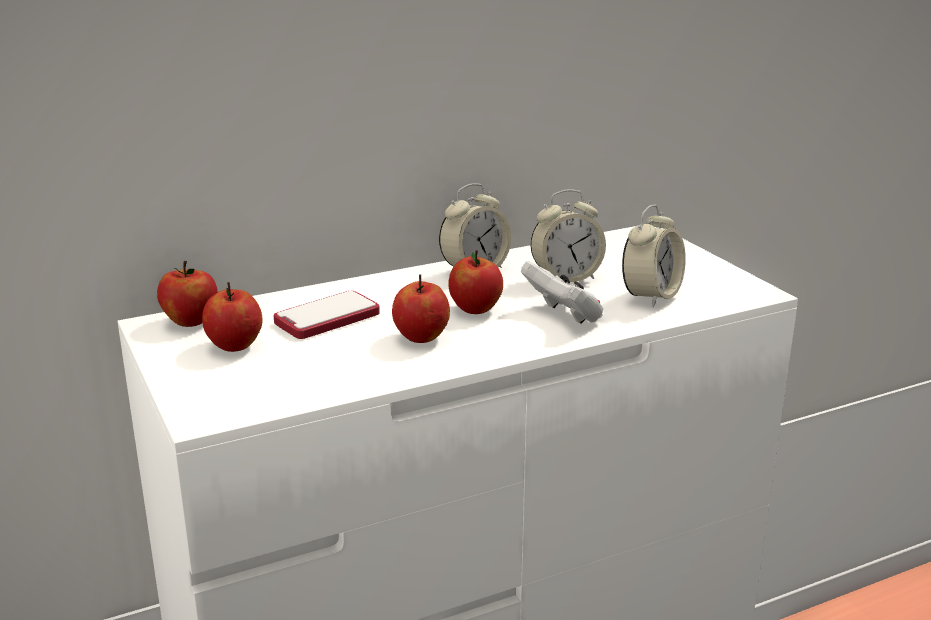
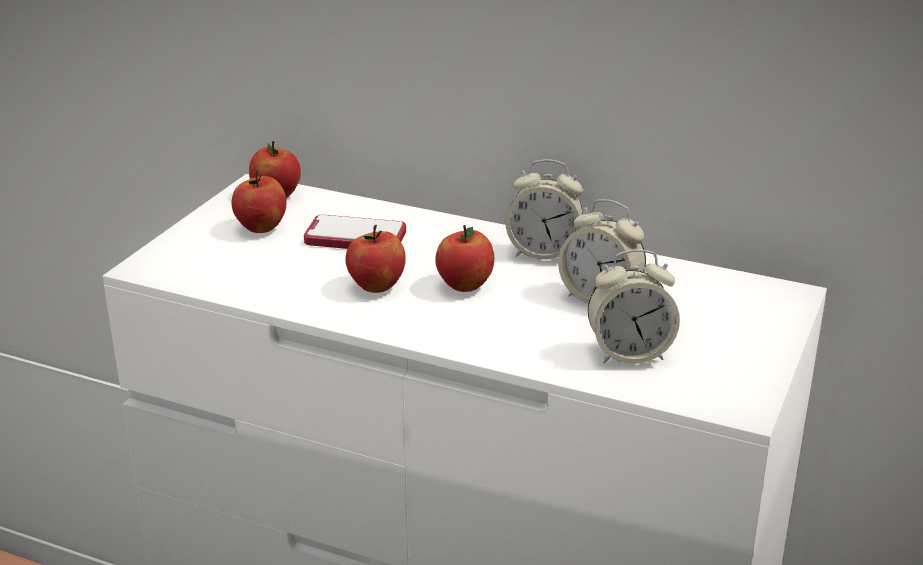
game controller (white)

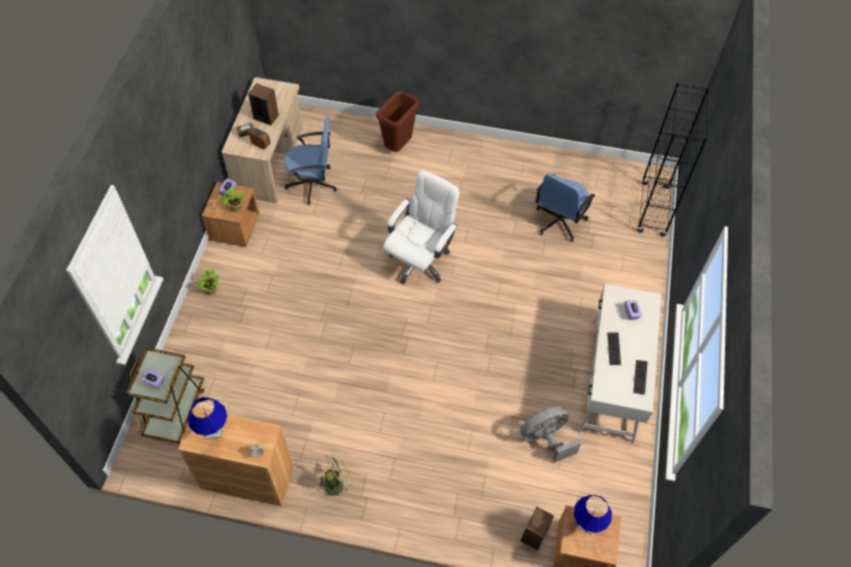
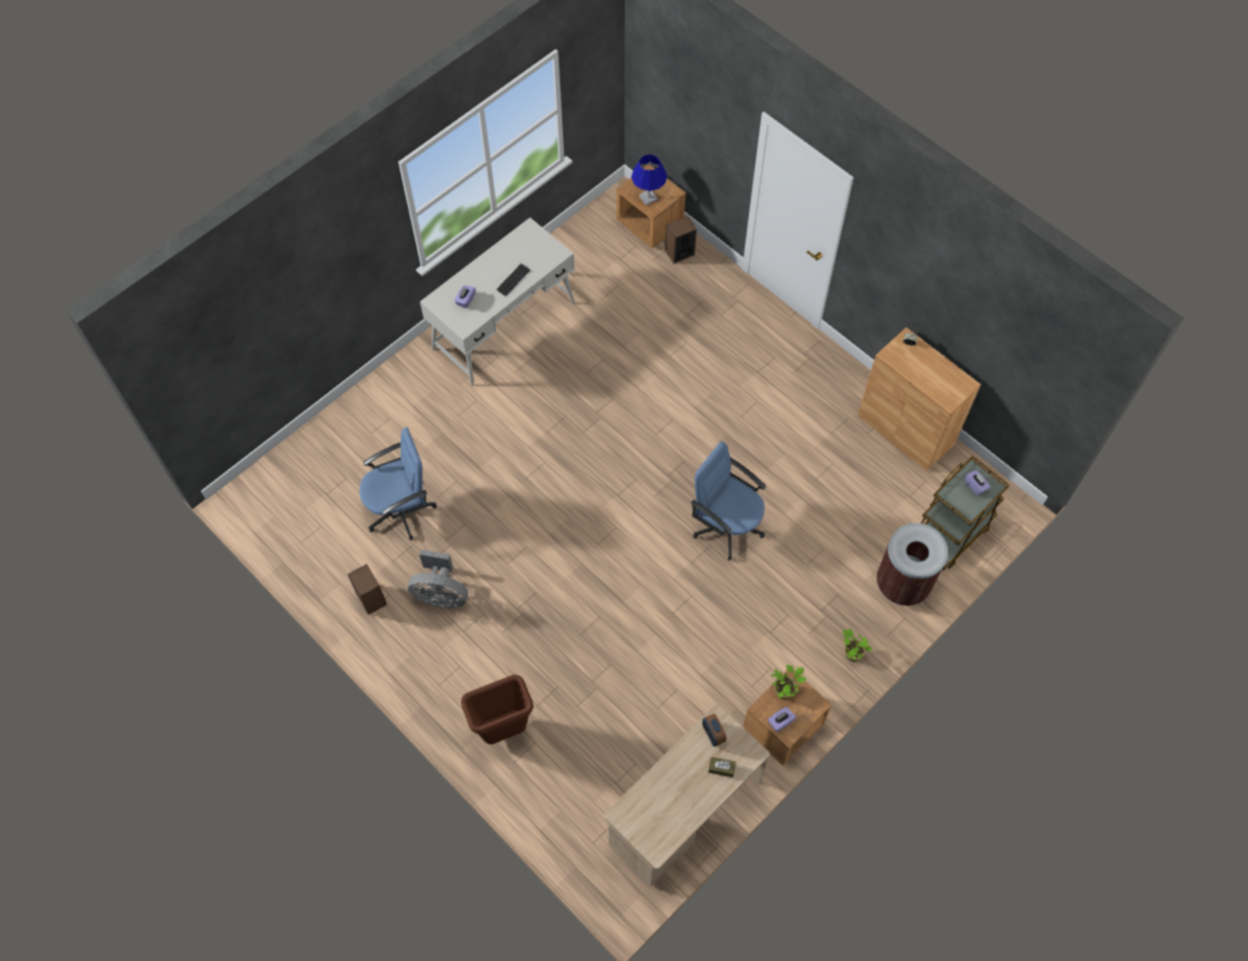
table lamp (blue) (1st from left in the first image)
fan (green)
office chair (white)
keyboard (2nd from left in the first image)
bookcase (black)
trash can (brown) (2nd from left)
speaker (1st from left)
office chair (blue) (2nd from left)
fan (grey)

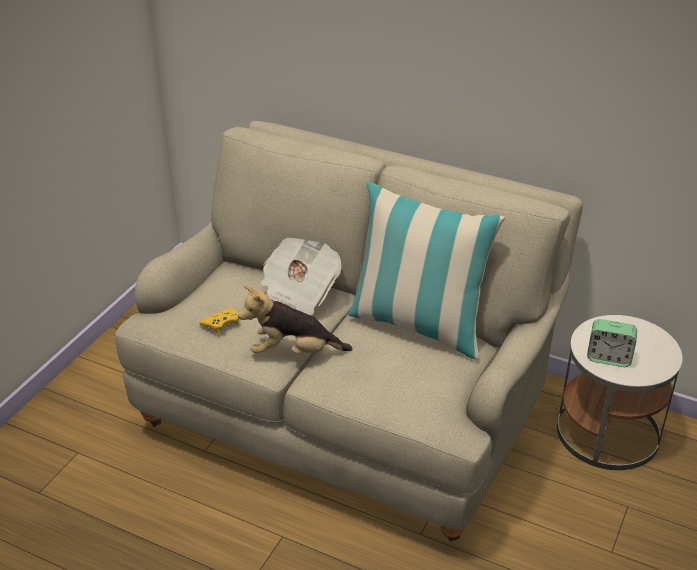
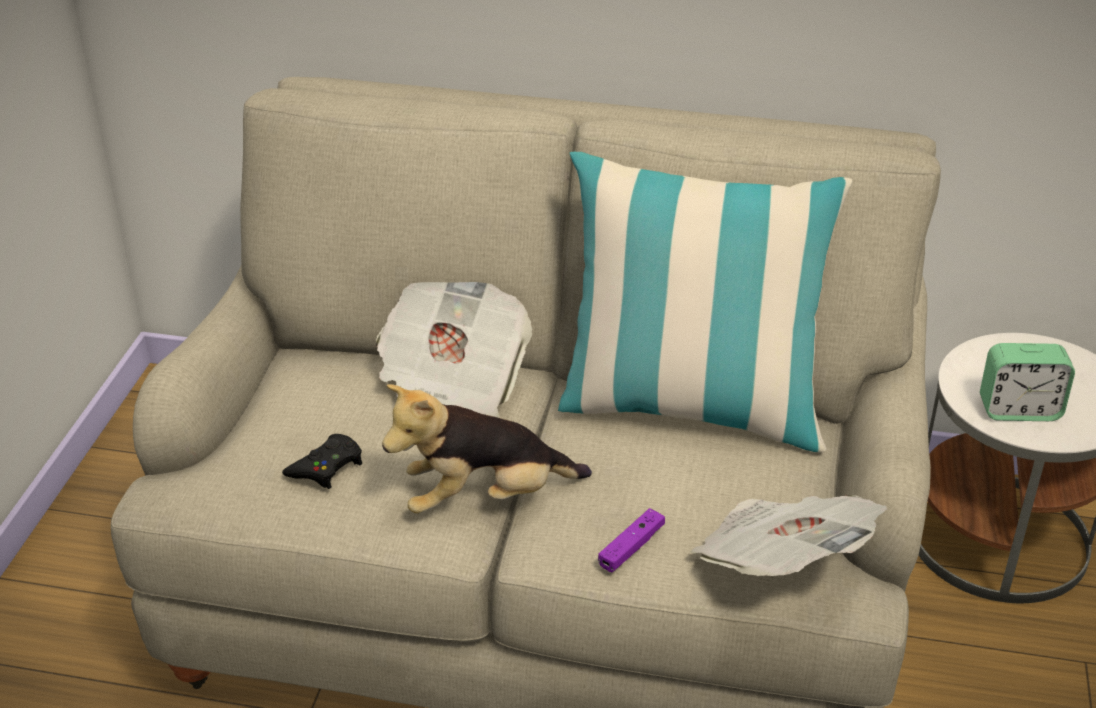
game controller (purple)
newspaper (2nd from left)
game controller (black)

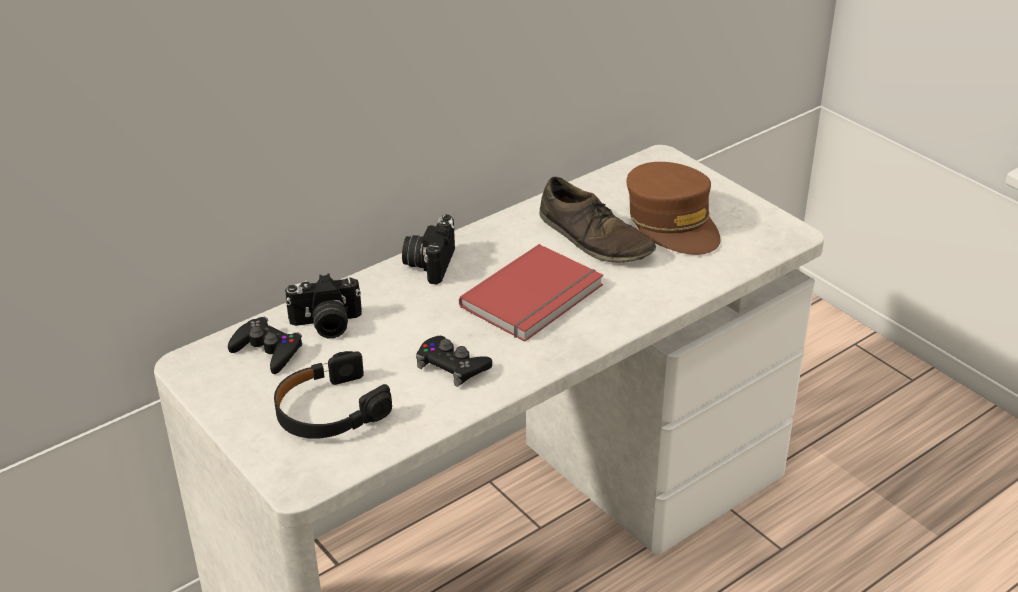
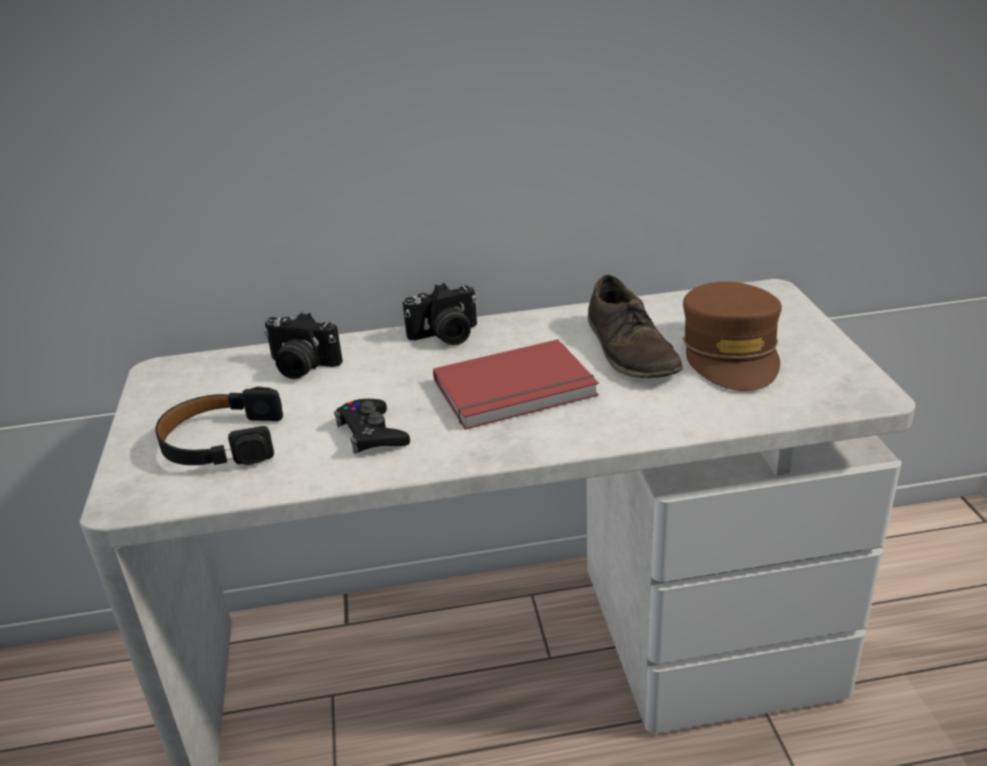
game controller (black) (1st from left in the first image)
photo camera (2nd from left)

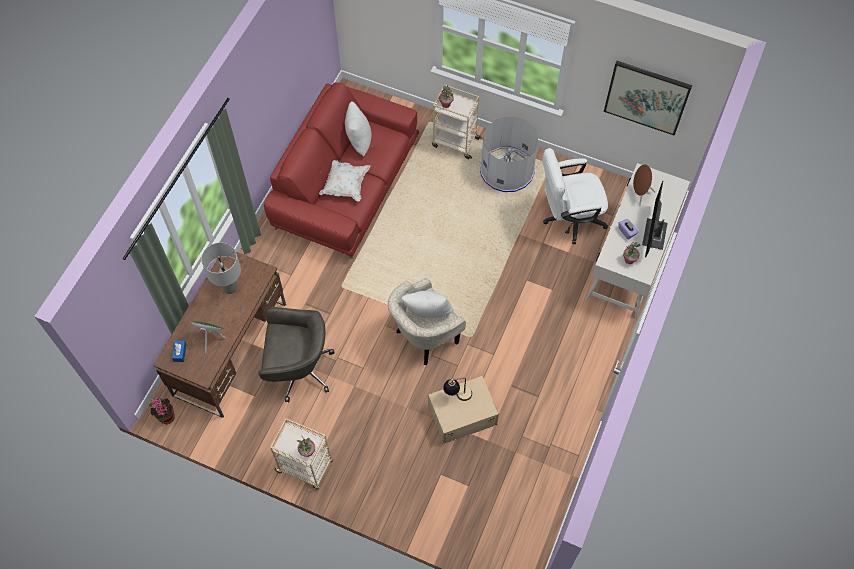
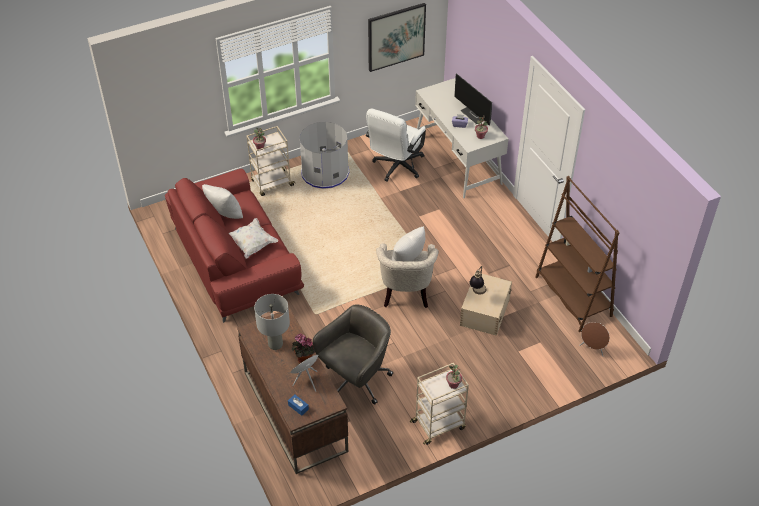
bookcase (brown)
potted plant (2nd from left)
speaker (brown)

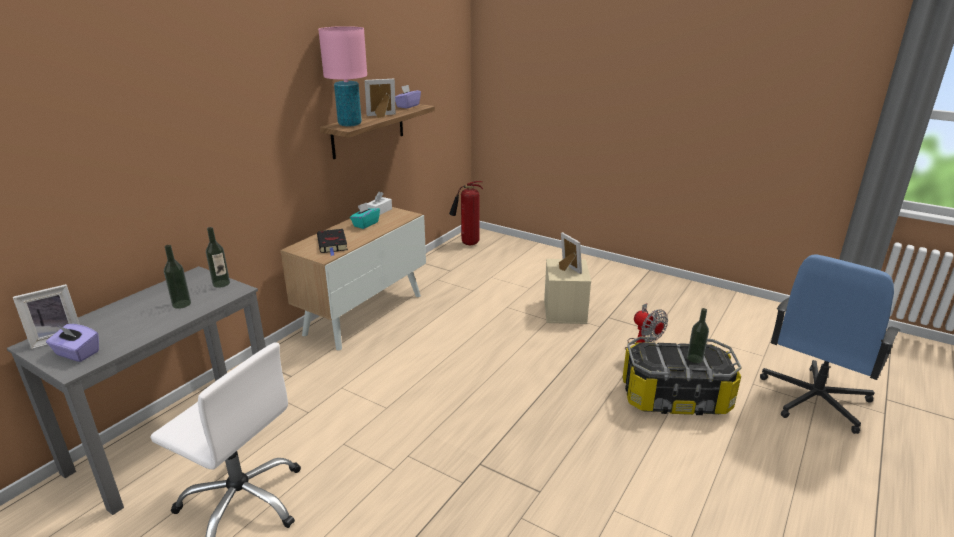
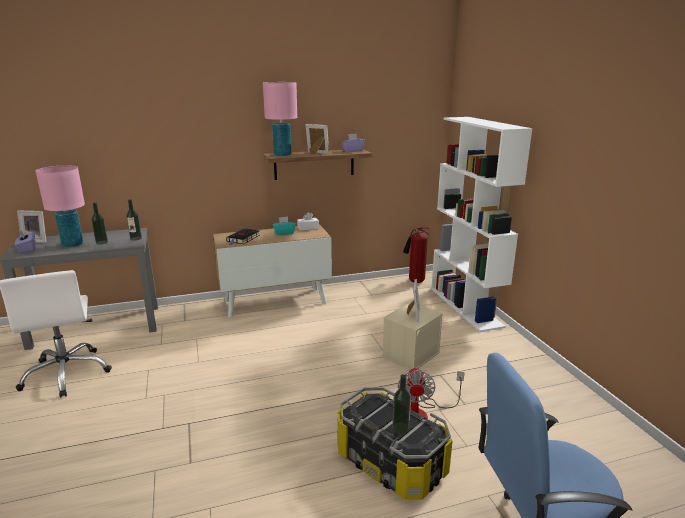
table lamp (pink) (1st from left)
bookcase (white)

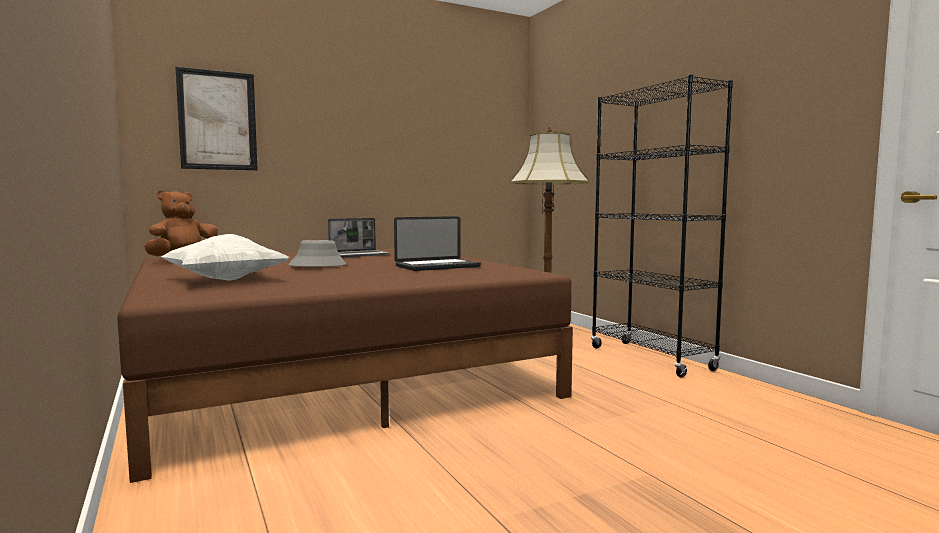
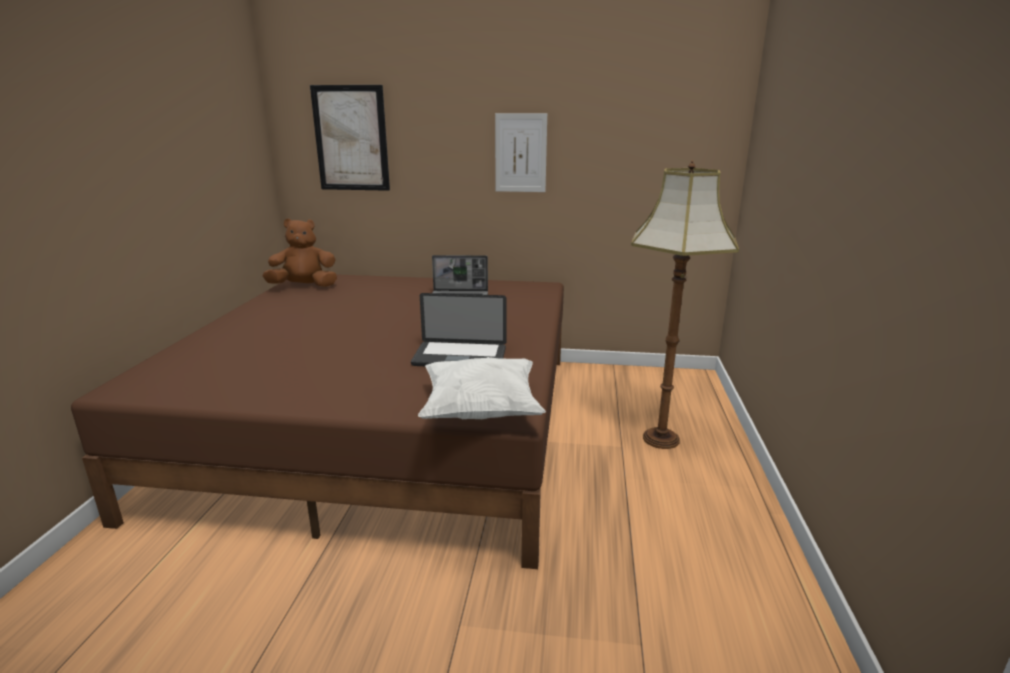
hat (grey)
bookcase (black)
picture (2nd from left)
pillow (white)

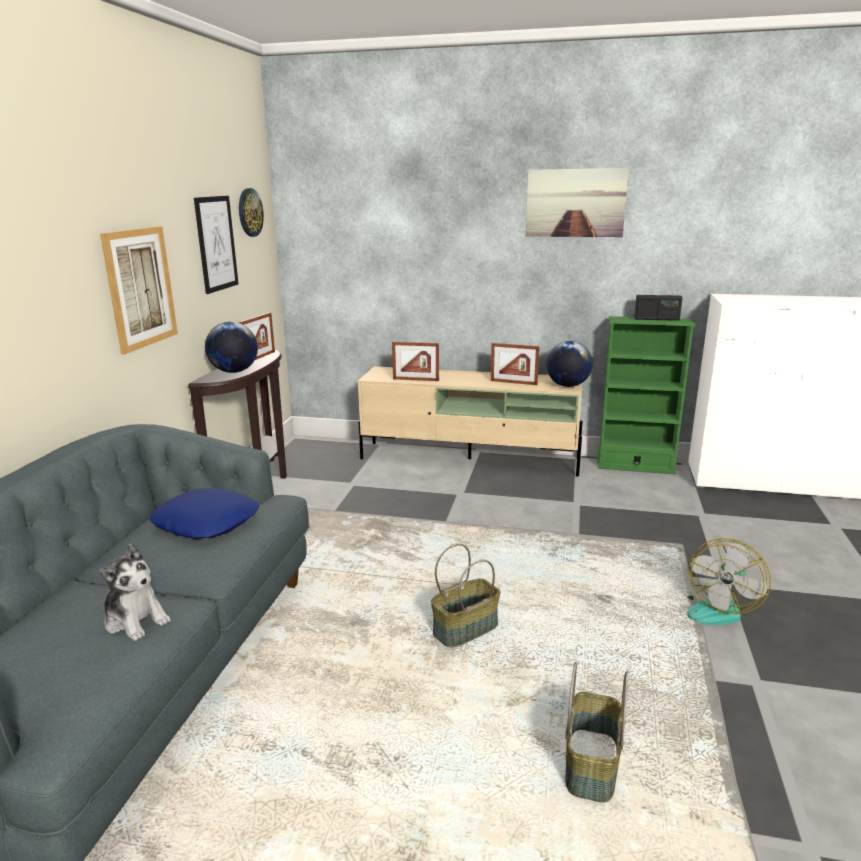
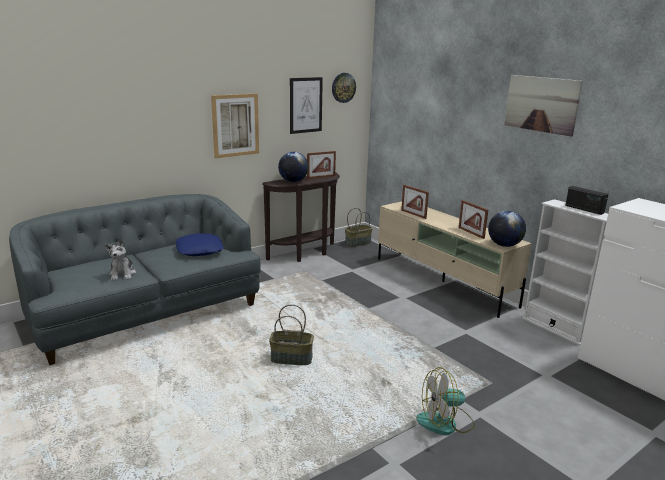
basket (2nd from left)
bookcase (white)

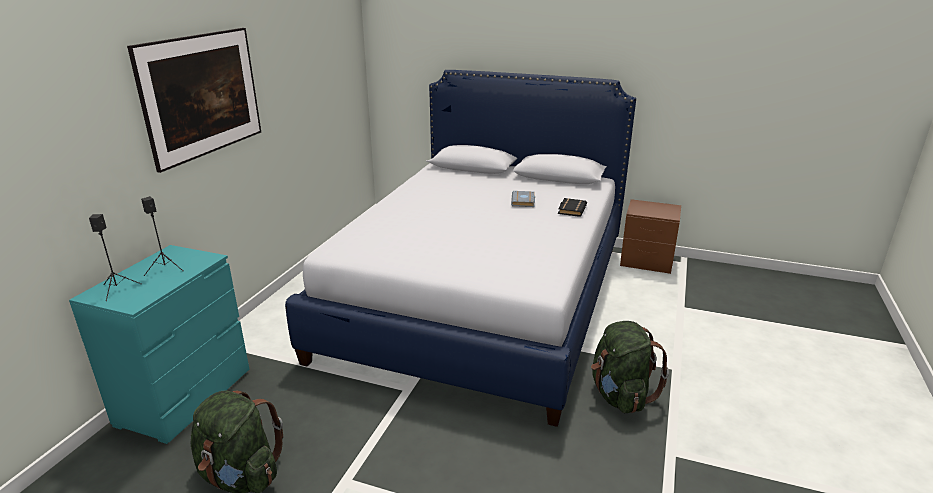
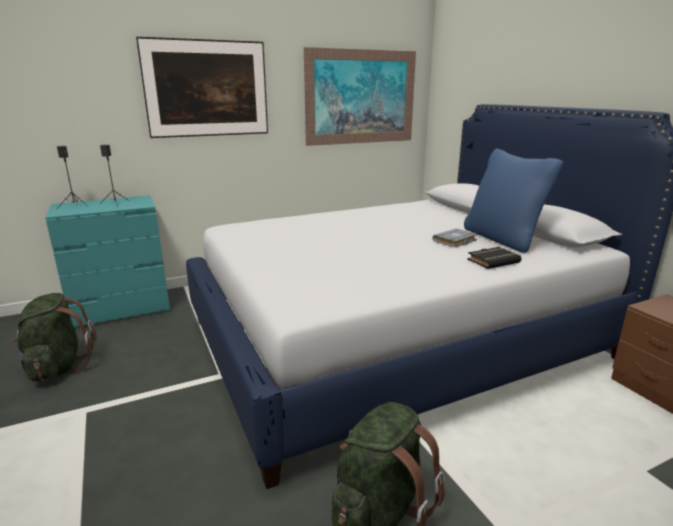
picture (2nd from left)
pillow (blue)

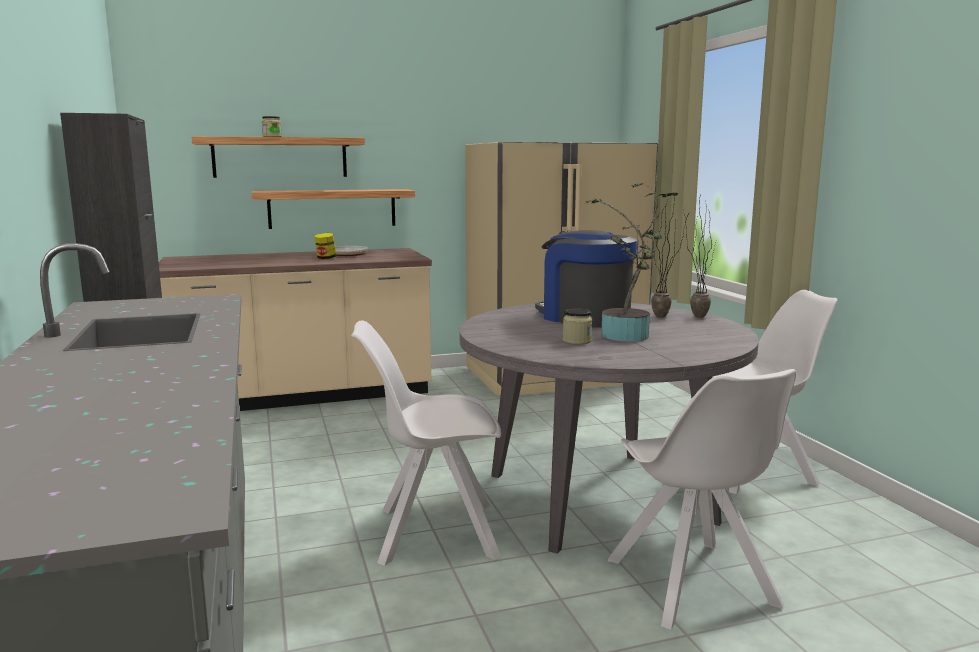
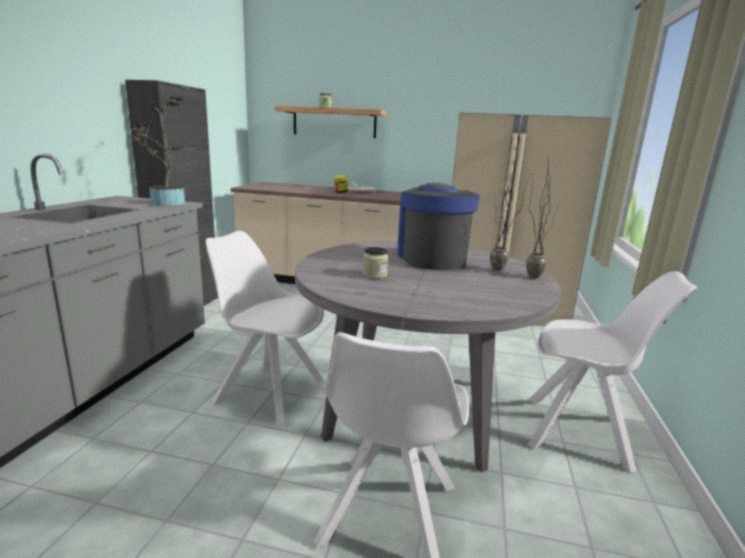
shelf (2nd from left in the first image)
potted plant (1st from left)

